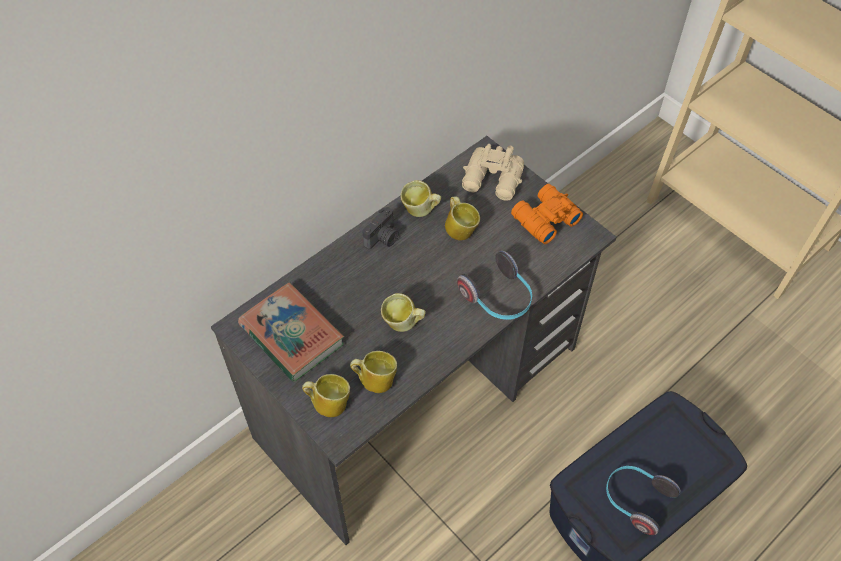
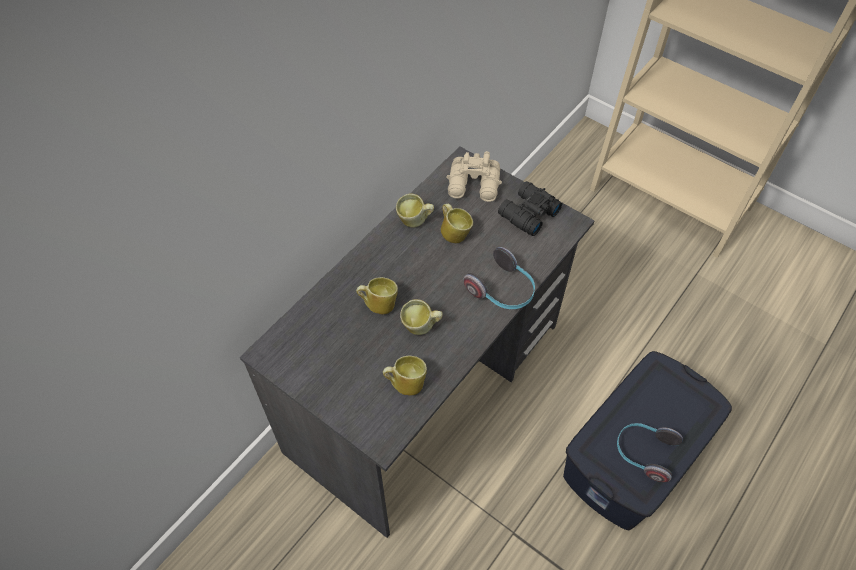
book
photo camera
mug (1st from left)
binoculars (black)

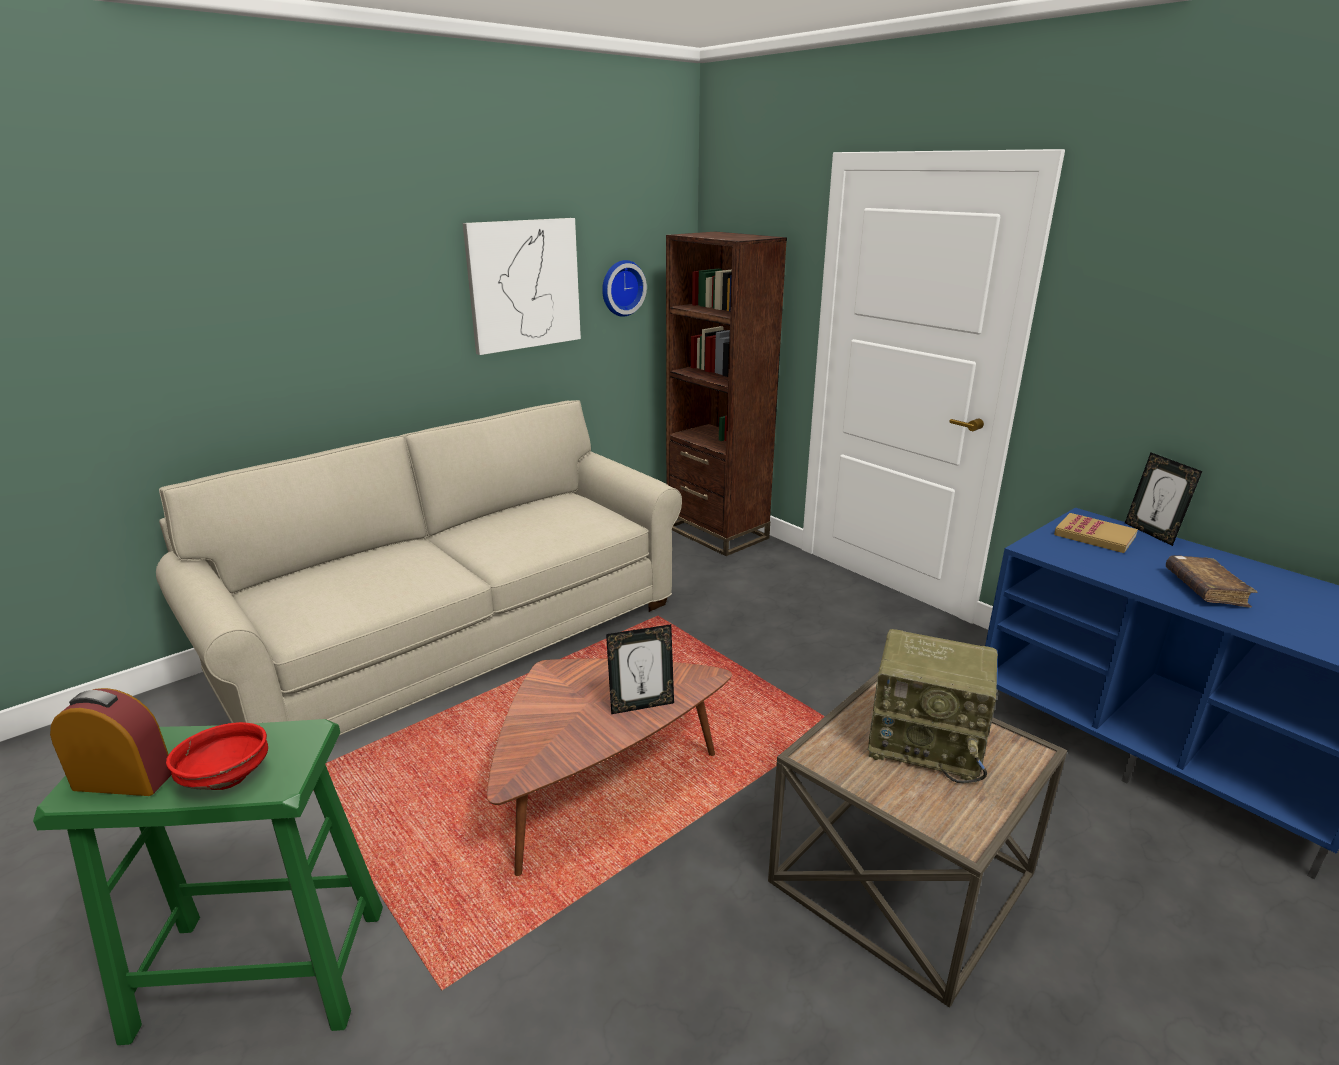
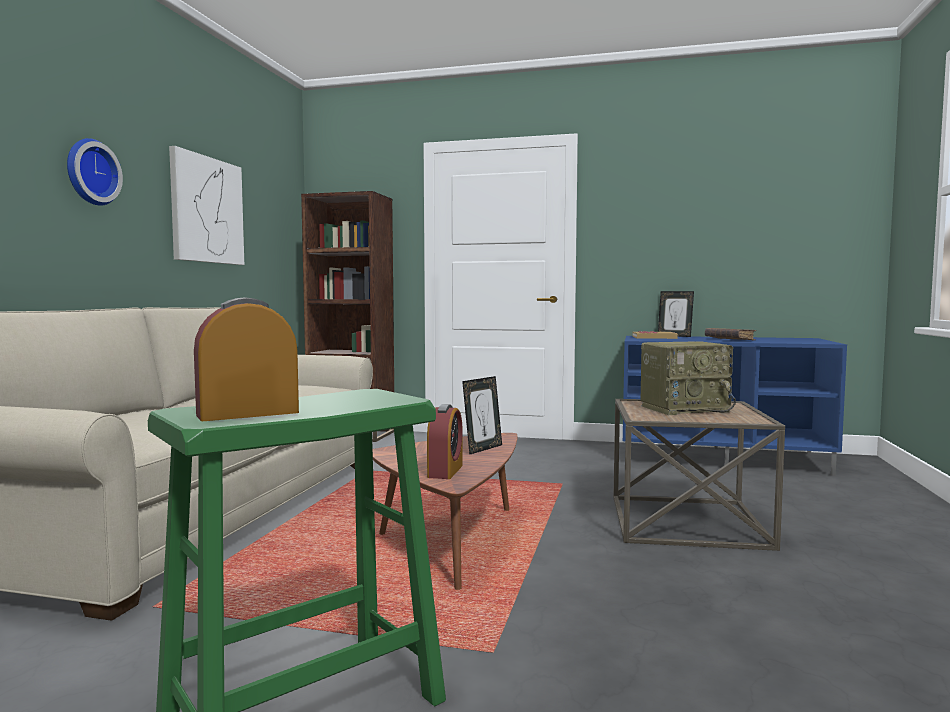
bowl (red)
alarm clock (2nd from left)
wall clock

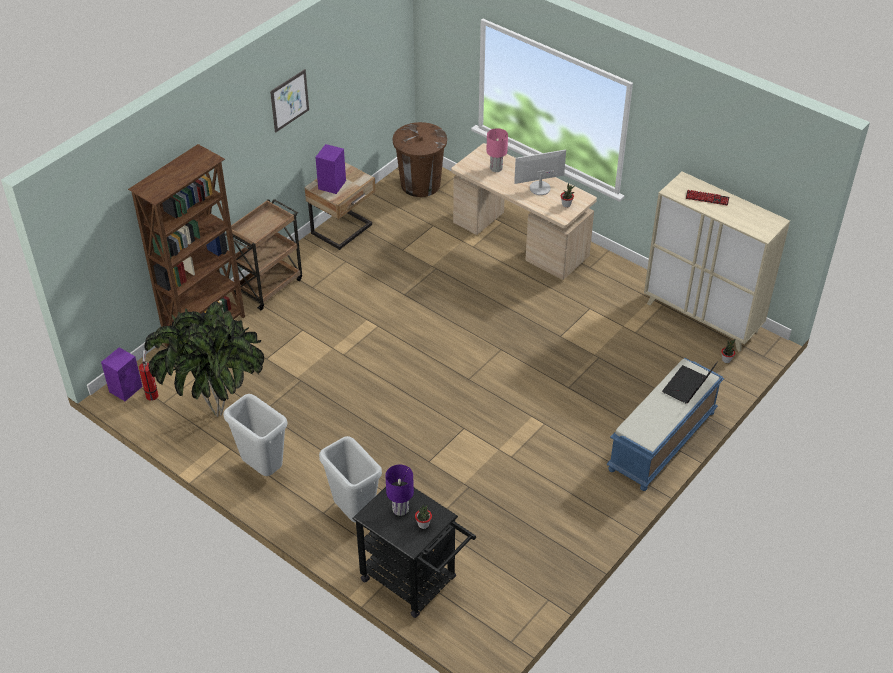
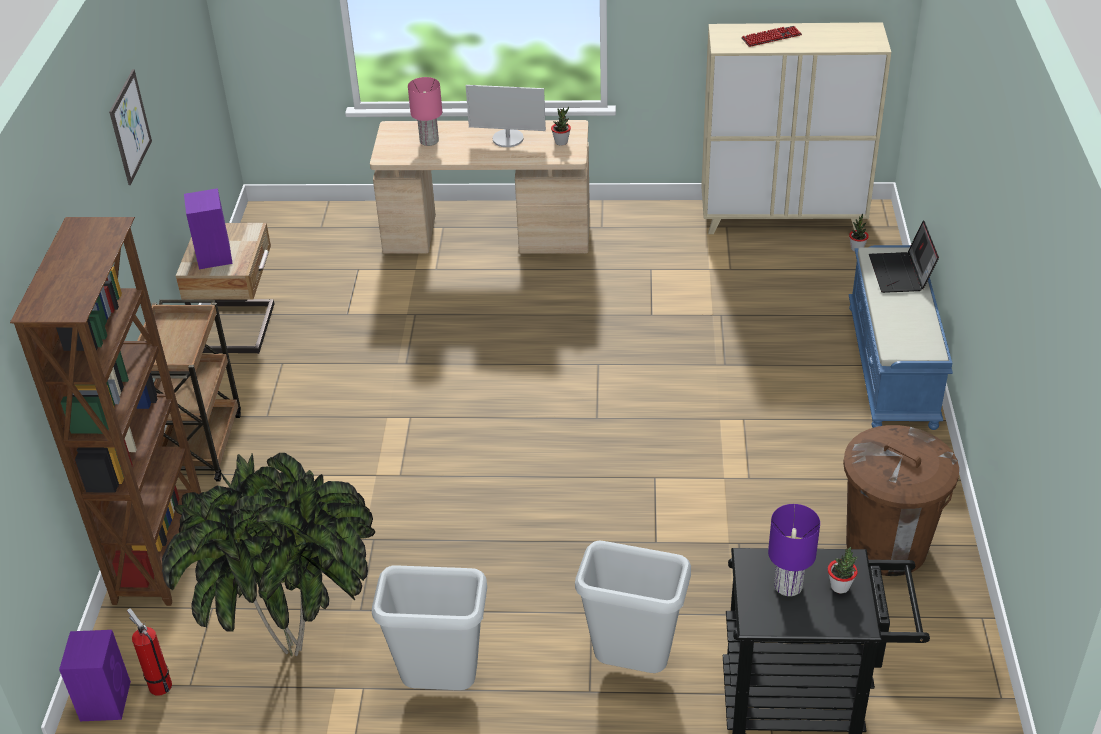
trash can (brown)
monitor

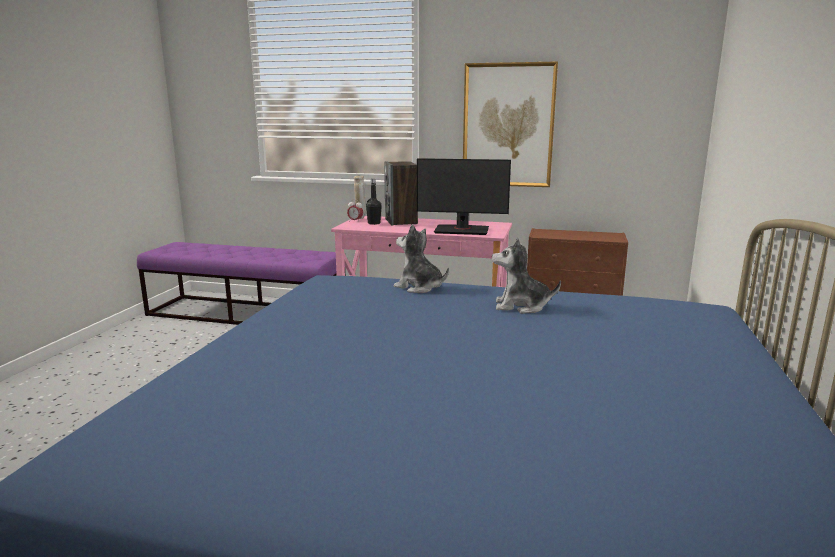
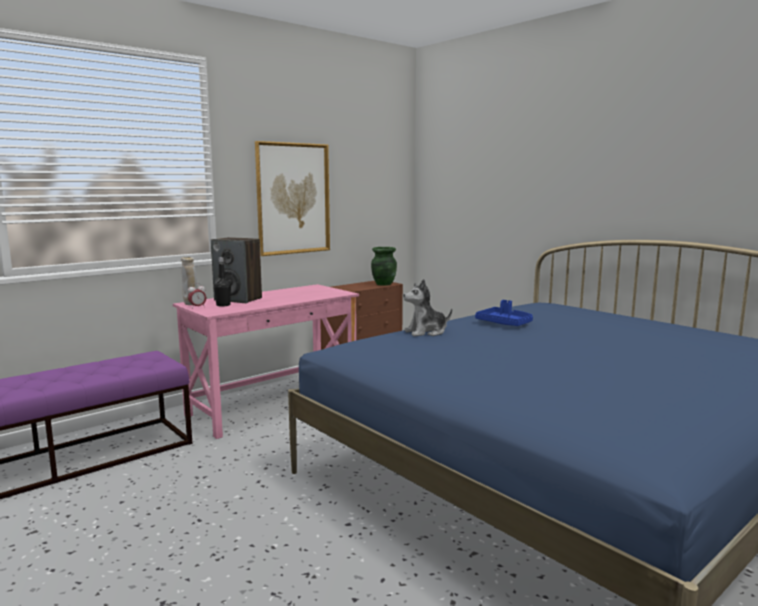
monitor
vase (green)
tray (blue)

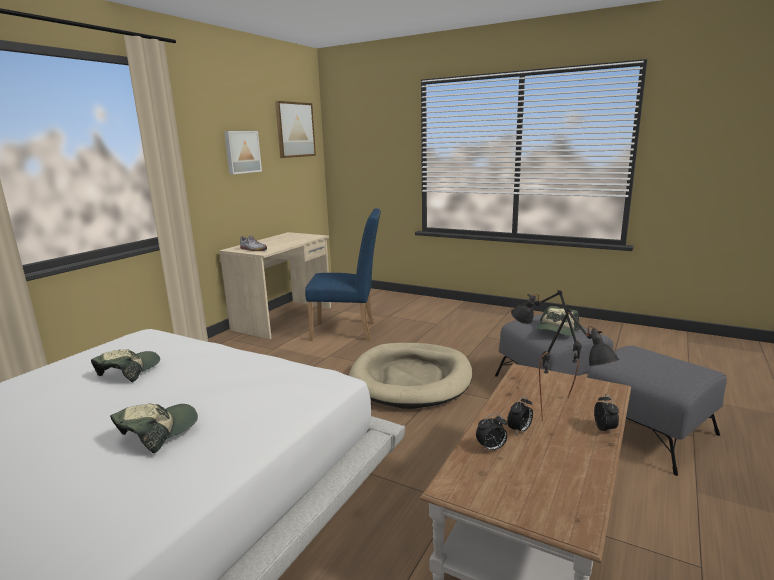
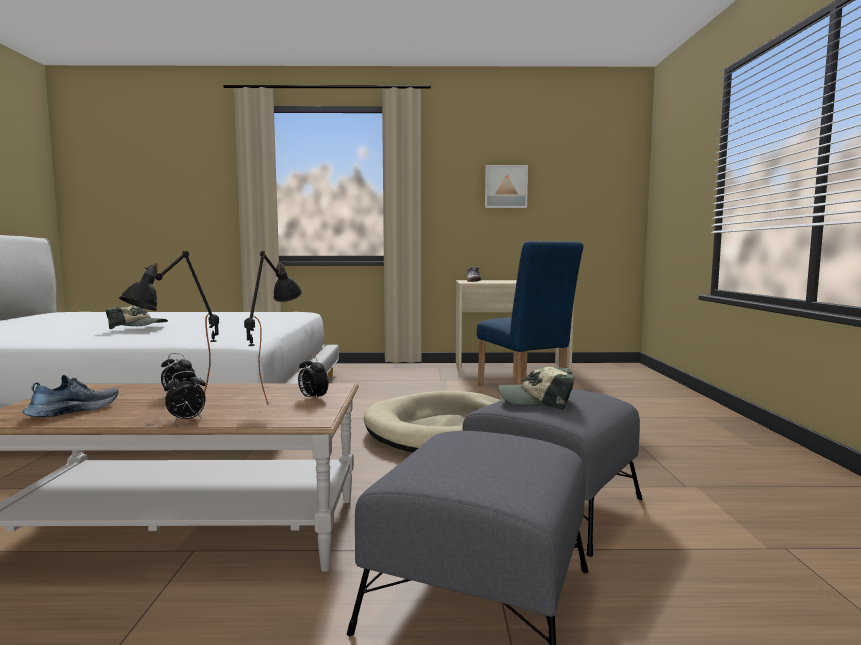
cap (1st from left in the first image)
picture (2nd from left in the first image)
shoe (1st from left)
alarm clock (3rd from left)

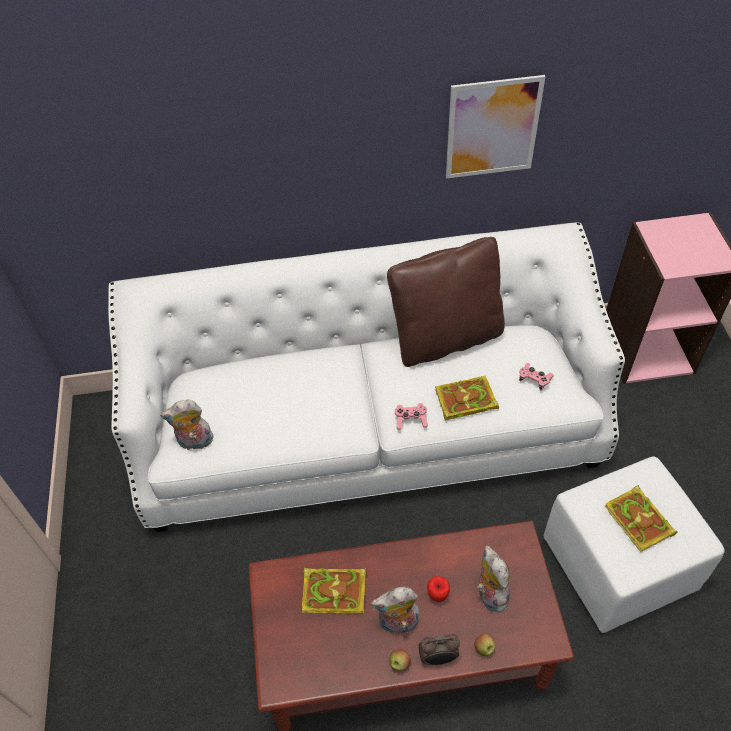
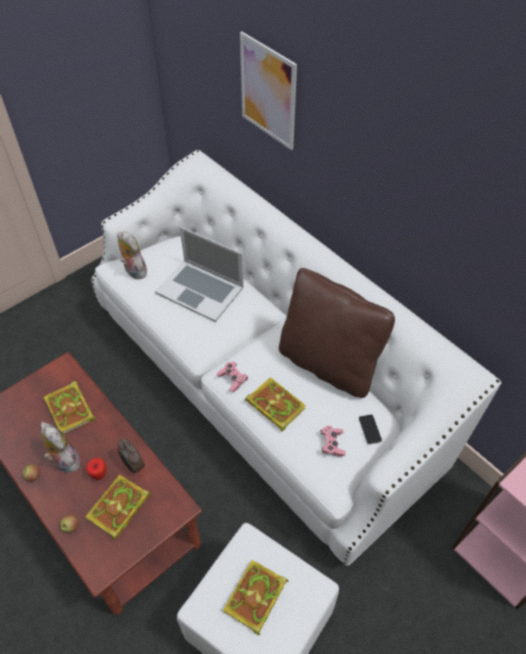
laptop
phone
alarm clock
picture
book (2nd from left)

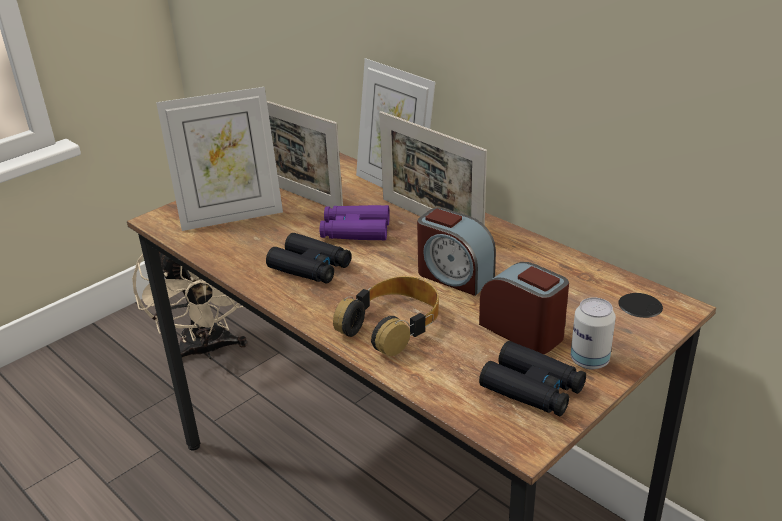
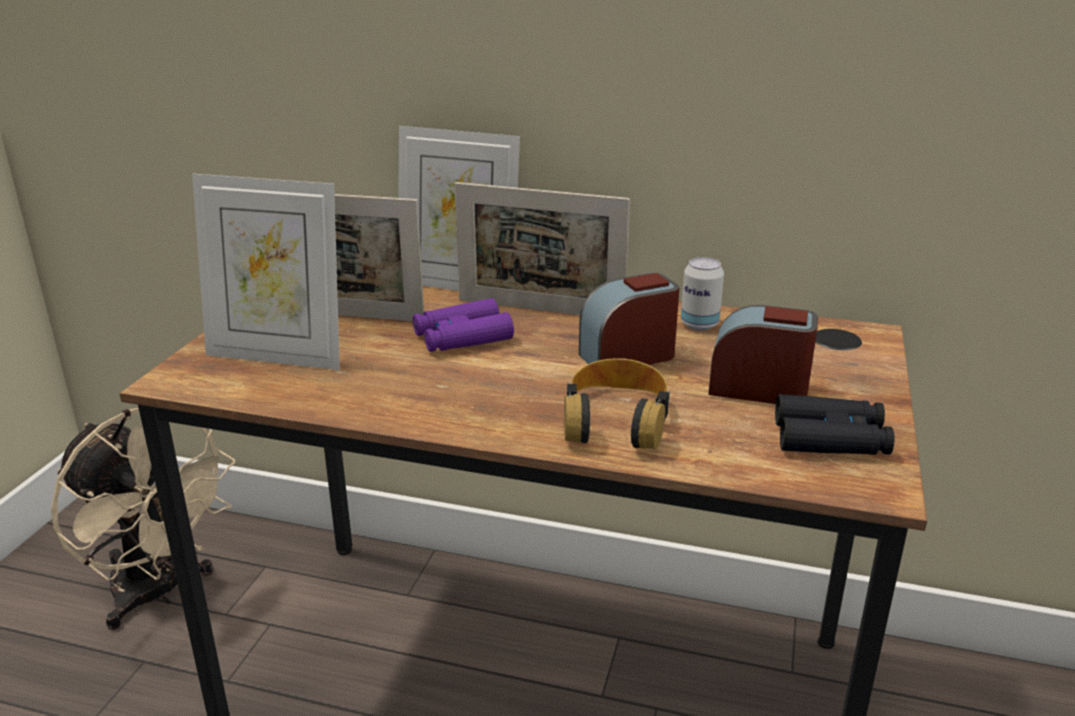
binoculars (black) (1st from left in the first image)
can
picture frame (1st from left)
alarm clock (1st from left)

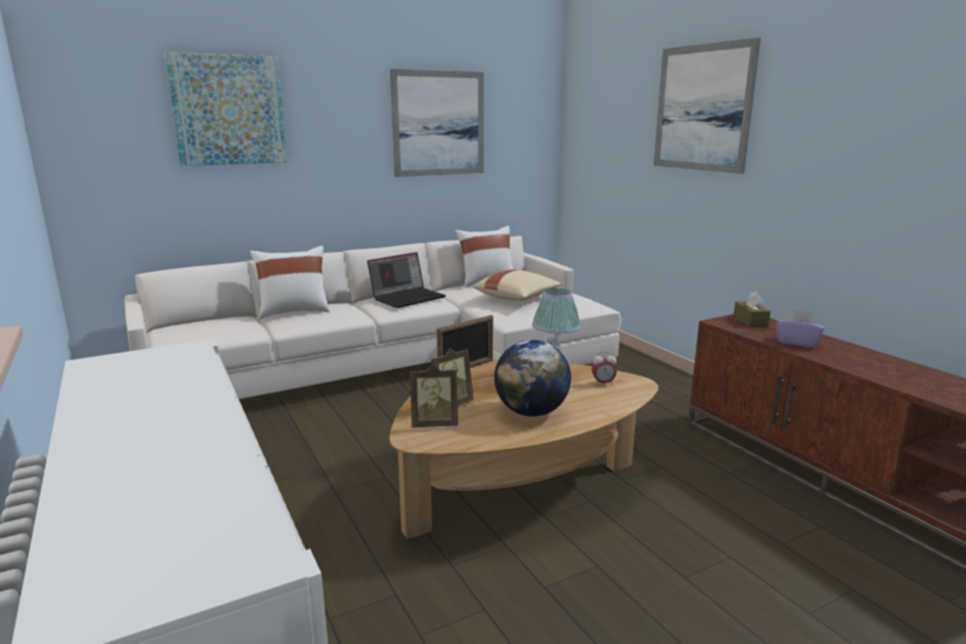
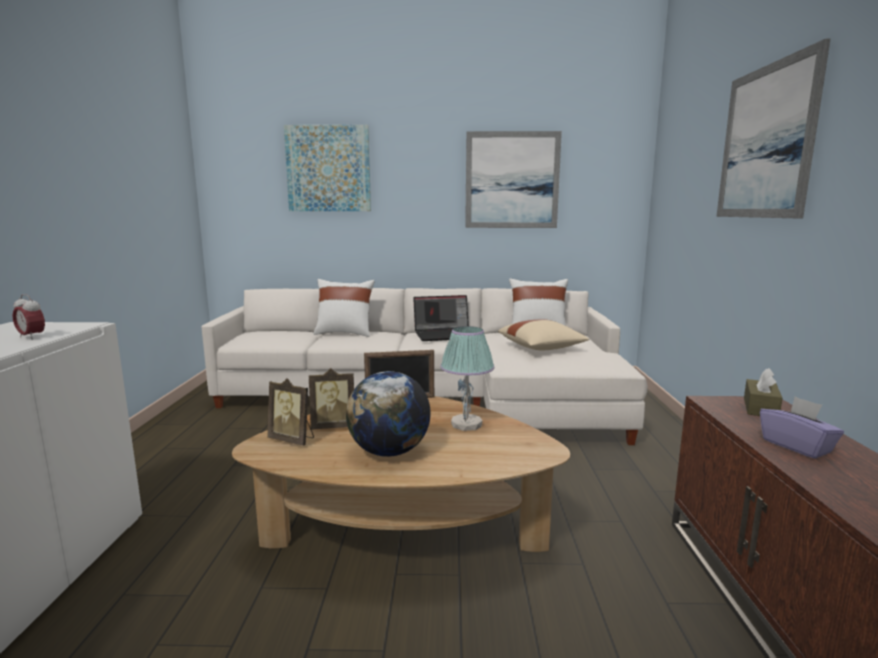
alarm clock

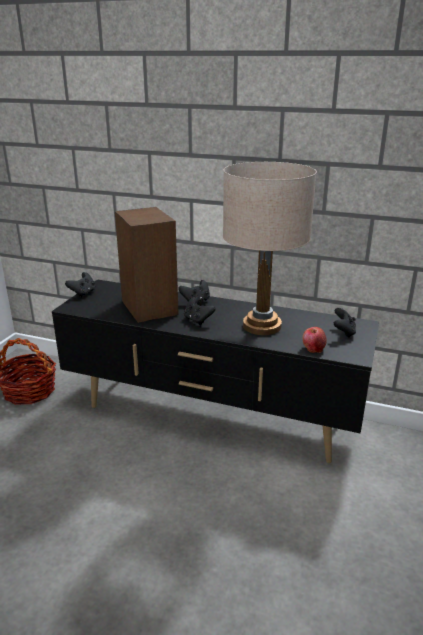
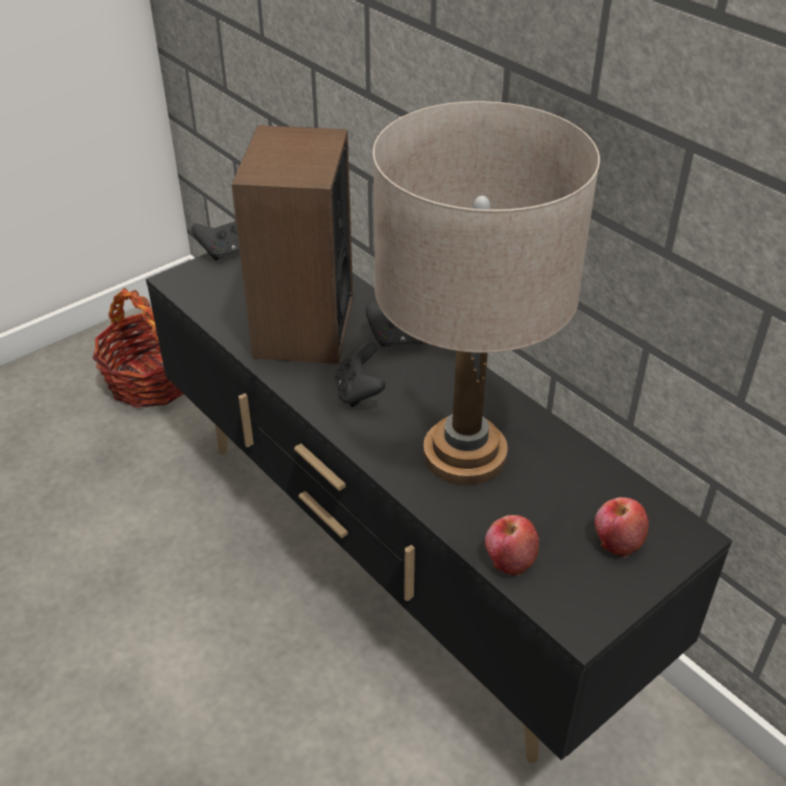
apple (2nd from left)

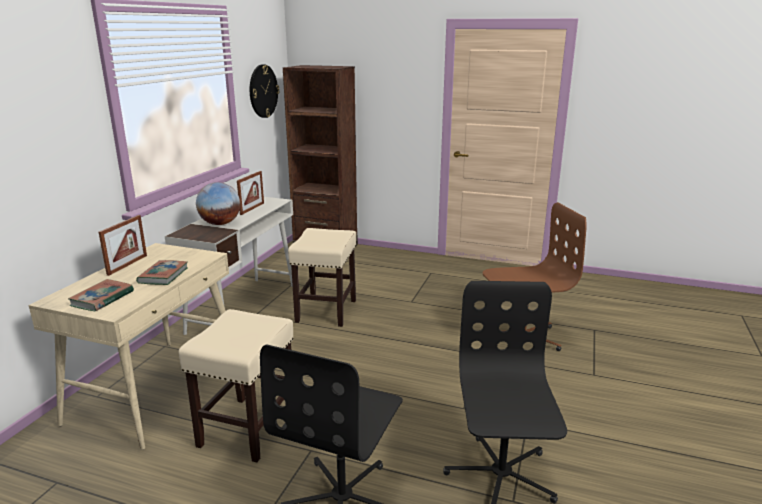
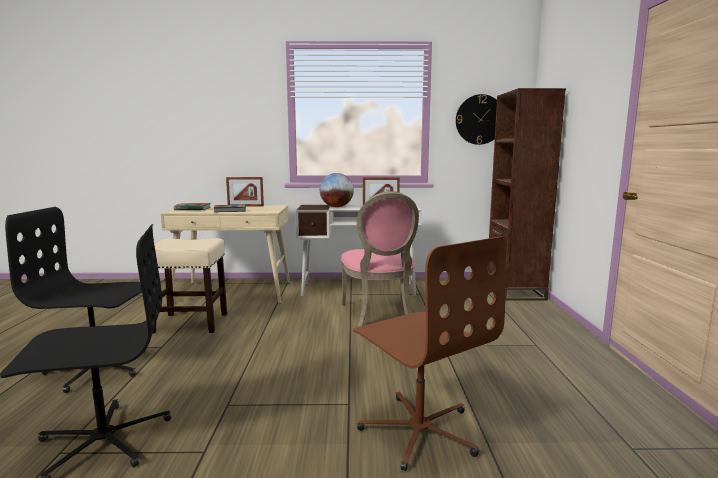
chair (pink)

